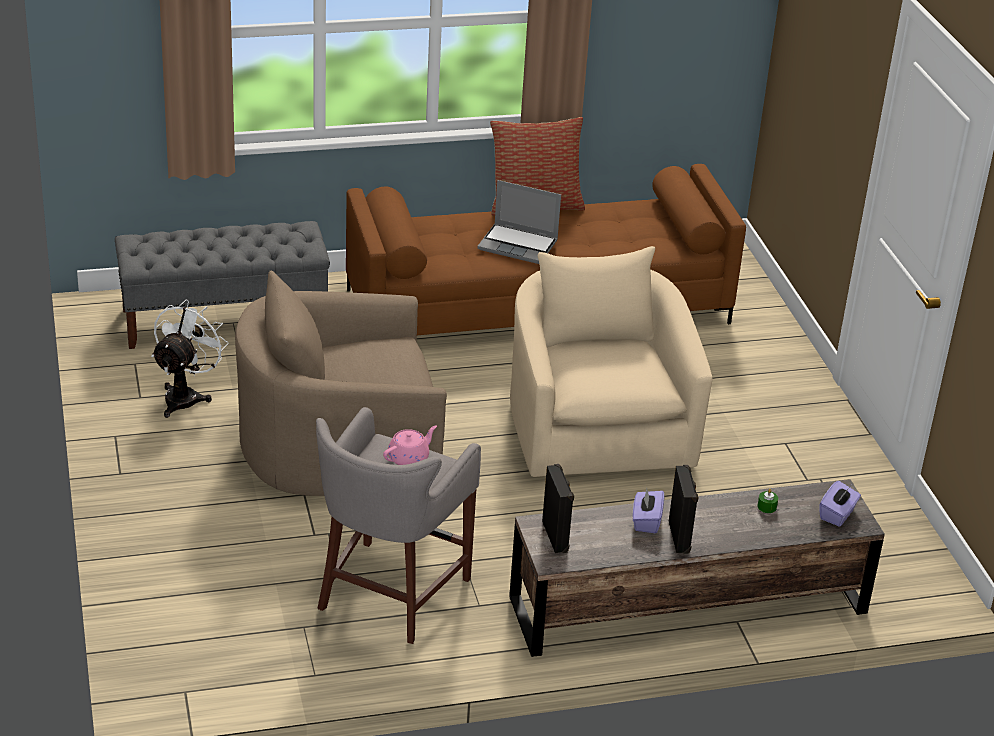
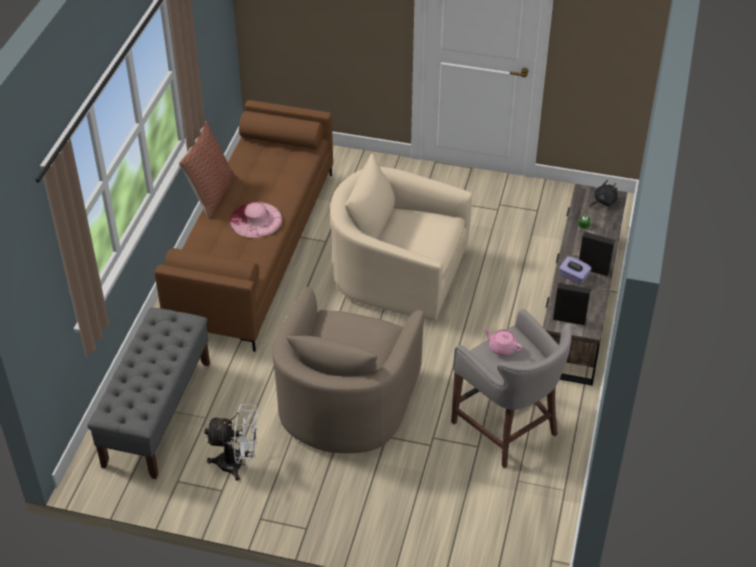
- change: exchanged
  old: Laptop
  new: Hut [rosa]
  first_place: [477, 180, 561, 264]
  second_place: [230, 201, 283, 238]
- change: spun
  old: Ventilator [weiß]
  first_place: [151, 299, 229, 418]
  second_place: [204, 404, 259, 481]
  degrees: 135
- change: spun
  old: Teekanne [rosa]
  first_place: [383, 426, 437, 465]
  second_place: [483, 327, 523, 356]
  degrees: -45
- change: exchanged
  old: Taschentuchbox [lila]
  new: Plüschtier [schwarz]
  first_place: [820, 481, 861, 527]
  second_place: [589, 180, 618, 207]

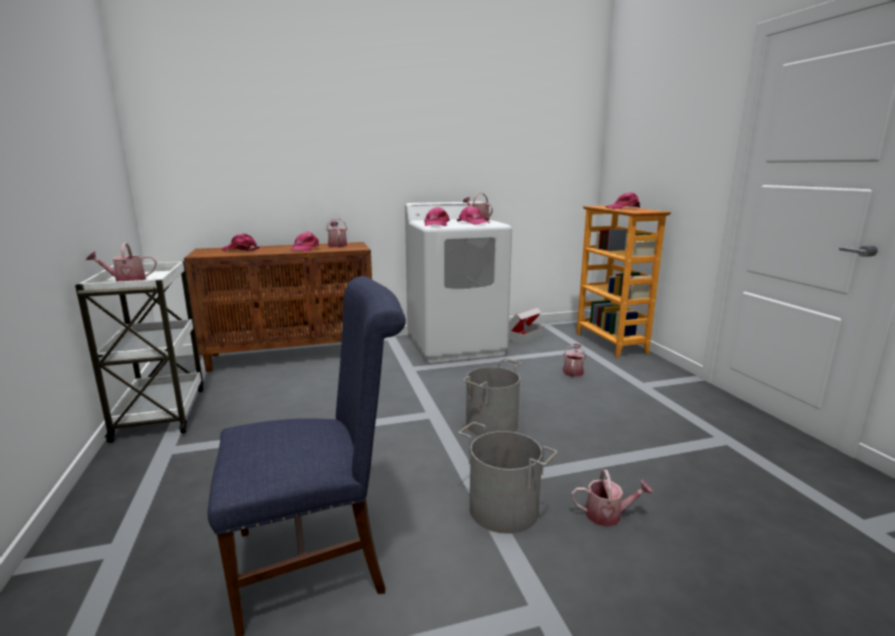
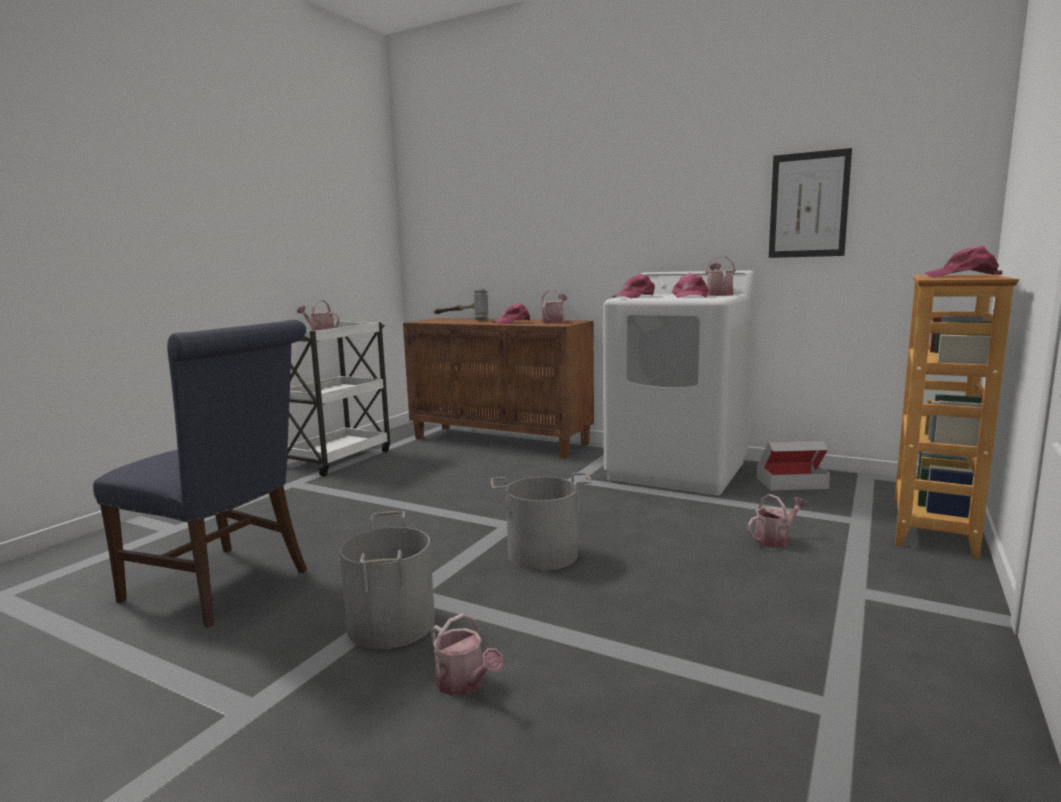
- change: exchanged
  old: Kappe [rosa]
  new: Hammer
  first_place: [221, 233, 259, 251]
  second_place: [433, 289, 488, 320]
- change: appeared
  new: Bild
  second_place: [769, 148, 852, 258]

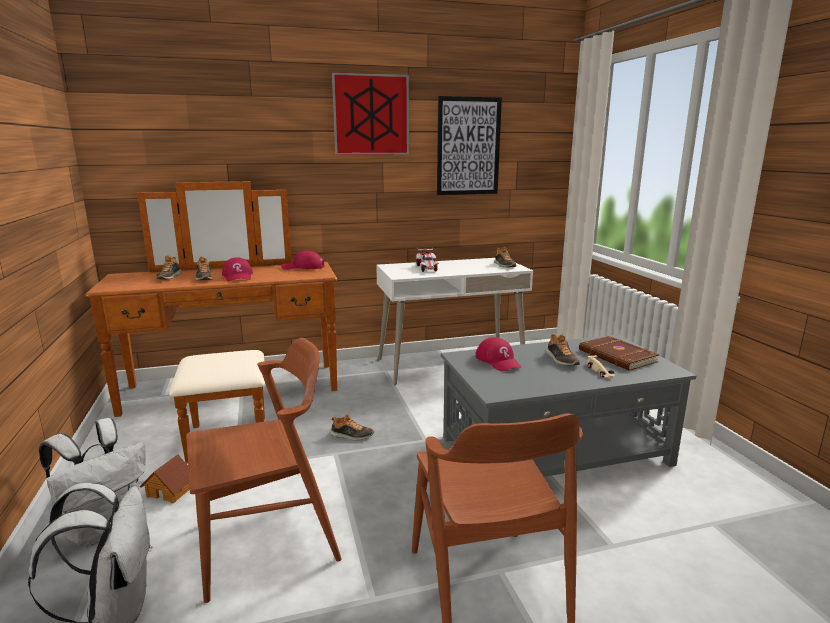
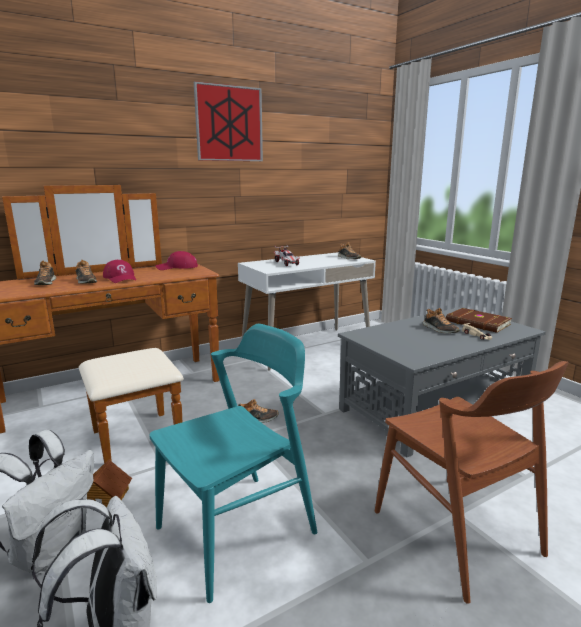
- change: missing
  old: Bild
  first_place: [437, 96, 502, 195]
- change: missing
  old: Kappe [rot]
  first_place: [476, 337, 521, 371]
- change: colour
  old: Stuhl [braun]
  new: Stuhl [türkis]
  first_place: [186, 338, 341, 603]
  second_place: [150, 324, 317, 603]

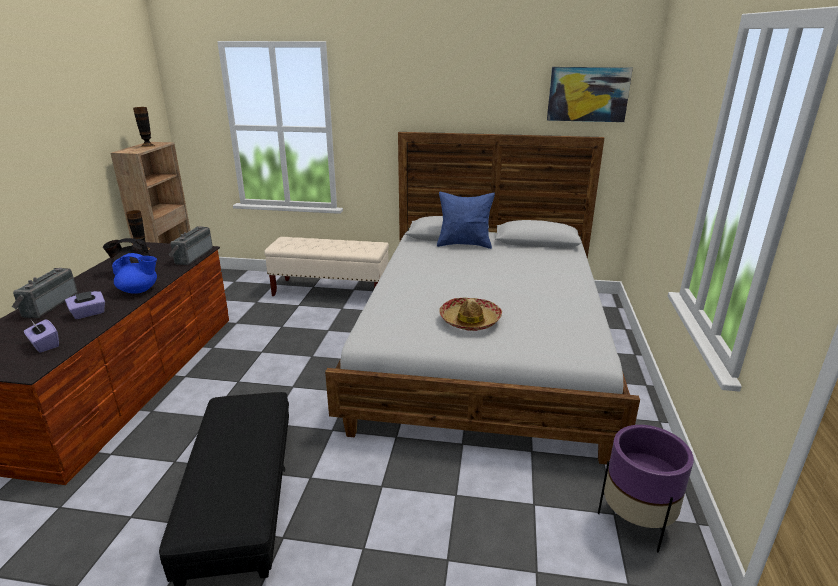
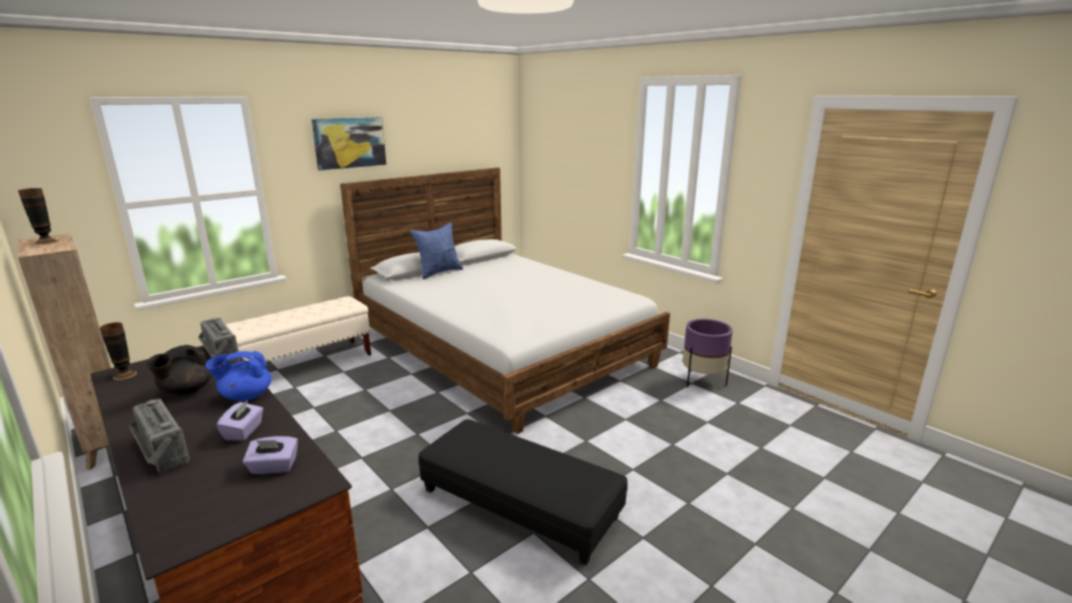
- change: relocated
  old: Bild
  first_place: [547, 67, 633, 122]
  second_place: [311, 117, 386, 171]
- change: spun
  old: Teekanne [blau]
  first_place: [112, 253, 157, 293]
  second_place: [205, 351, 272, 401]
  degrees: -150
- change: missing
  old: Hut
  first_place: [439, 297, 502, 331]

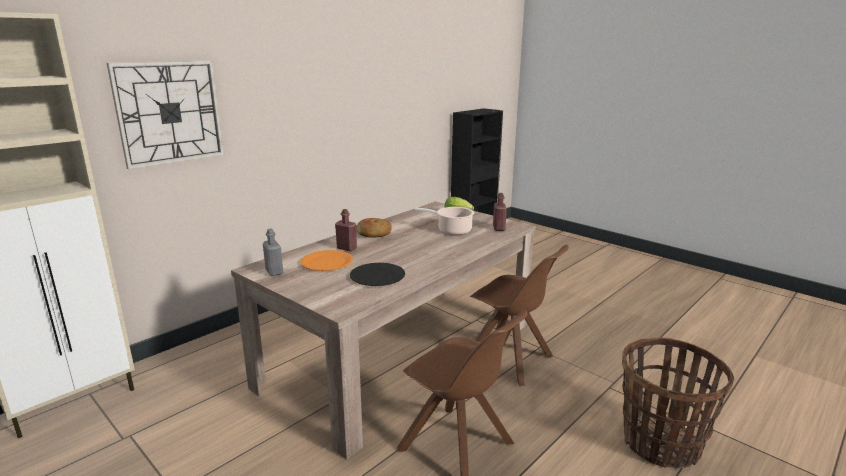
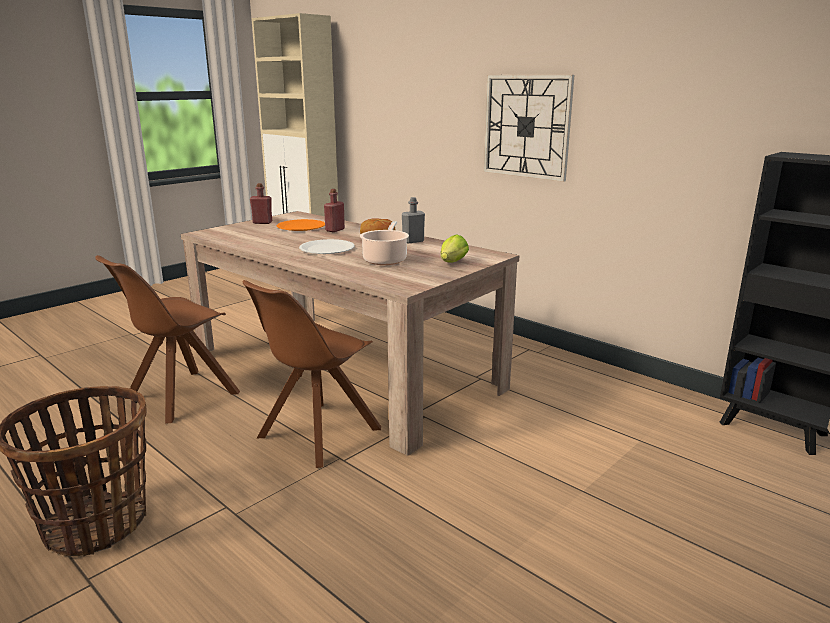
- change: relocated
  old: Wanduhr
  first_place: [107, 61, 224, 169]
  second_place: [484, 75, 574, 182]
- change: relocated
  old: Flasche [rot]
  first_place: [493, 193, 507, 231]
  second_place: [250, 183, 272, 224]
- change: relocated
  old: Flasche [grau]
  first_place: [263, 228, 283, 276]
  second_place: [402, 197, 425, 244]
- change: missing
  old: Teller [schwarz]
  first_place: [350, 263, 405, 286]
- change: appeared
  new: Teller [weiß]
  second_place: [299, 239, 355, 254]

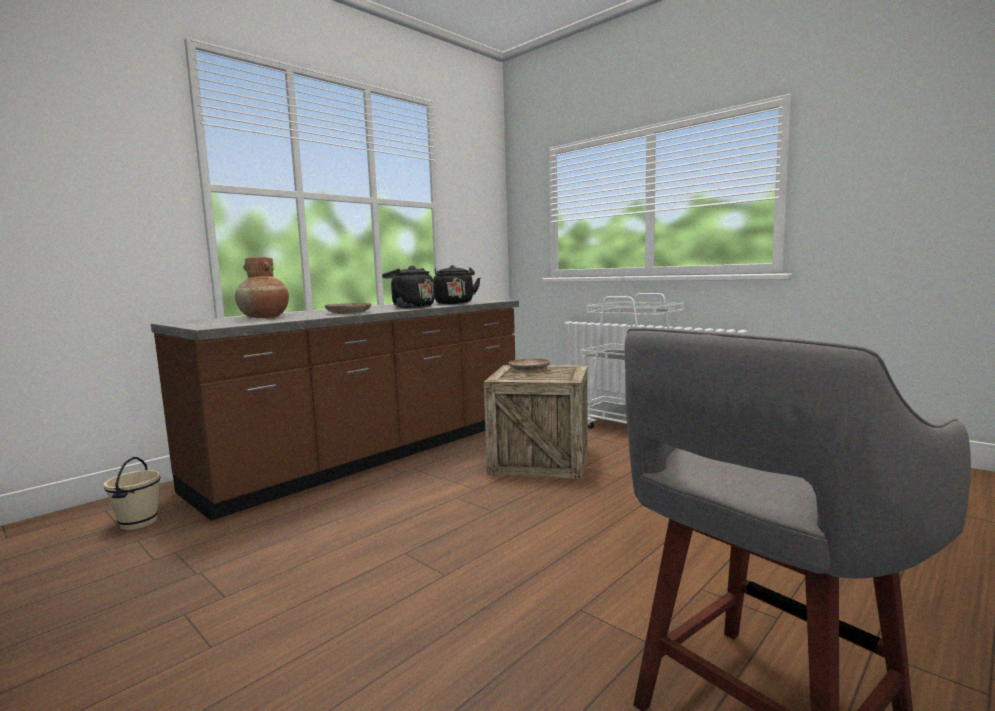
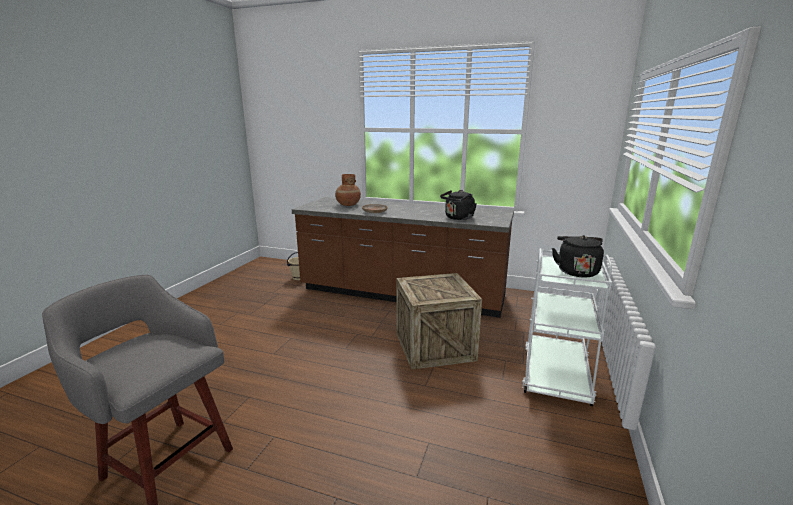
- change: relocated
  old: Wasserkessel [schwarz]
  first_place: [382, 266, 434, 308]
  second_place: [552, 235, 604, 277]
- change: missing
  old: Teller [beige]
  first_place: [509, 358, 550, 371]

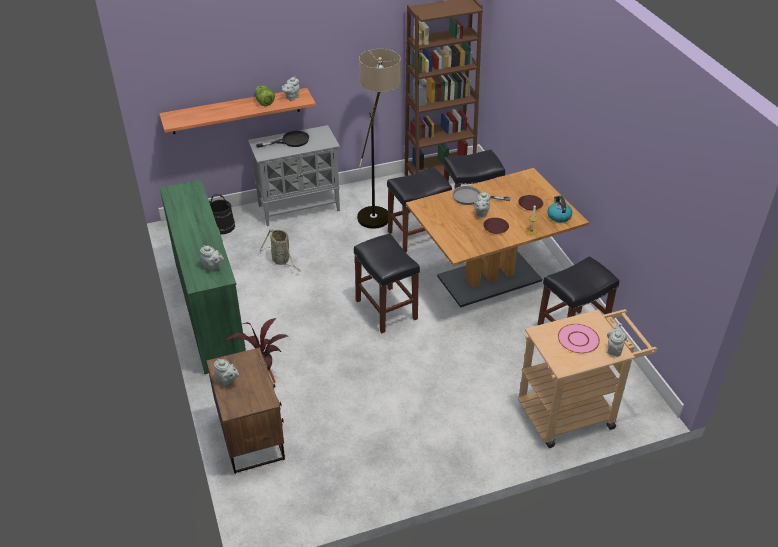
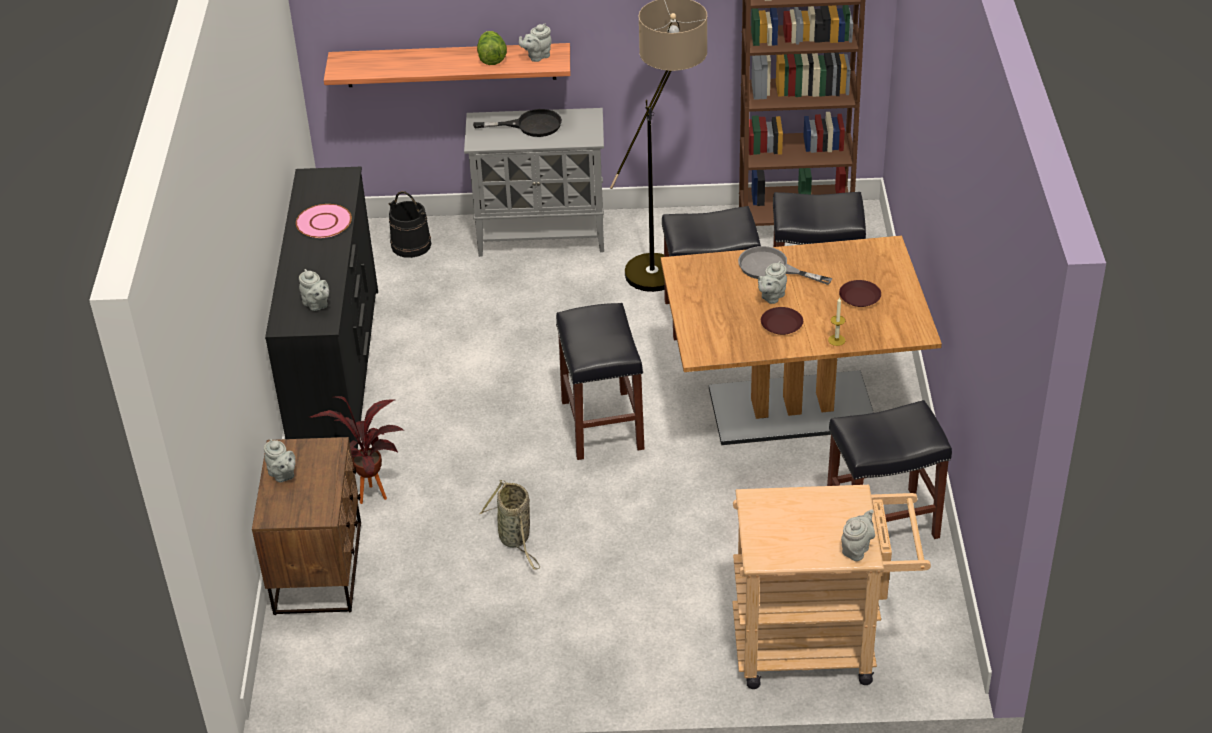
- change: colour
  old: Kommode [grün]
  new: Kommode [schwarz]
  first_place: [160, 179, 246, 374]
  second_place: [265, 167, 378, 449]
- change: missing
  old: Wasserkessel
  first_place: [548, 196, 572, 222]
- change: relocated
  old: Korb
  first_place: [259, 229, 300, 271]
  second_place: [479, 480, 540, 570]
- change: relocated
  old: Teller [rosa]
  first_place: [558, 324, 600, 353]
  second_place: [296, 204, 352, 238]

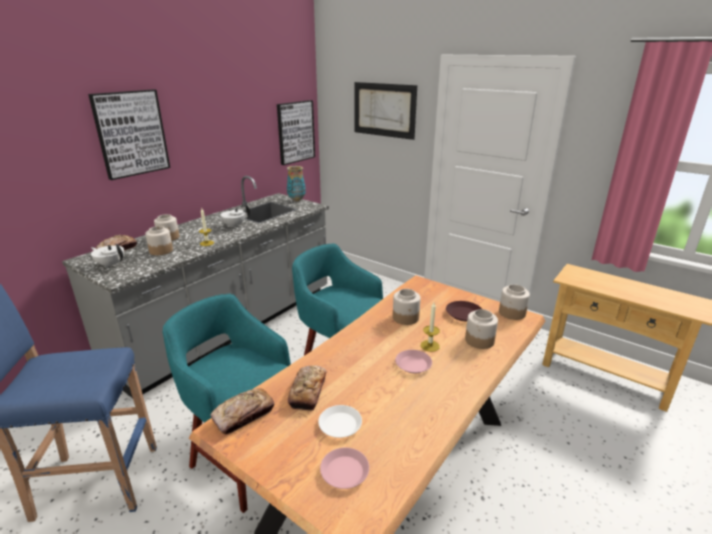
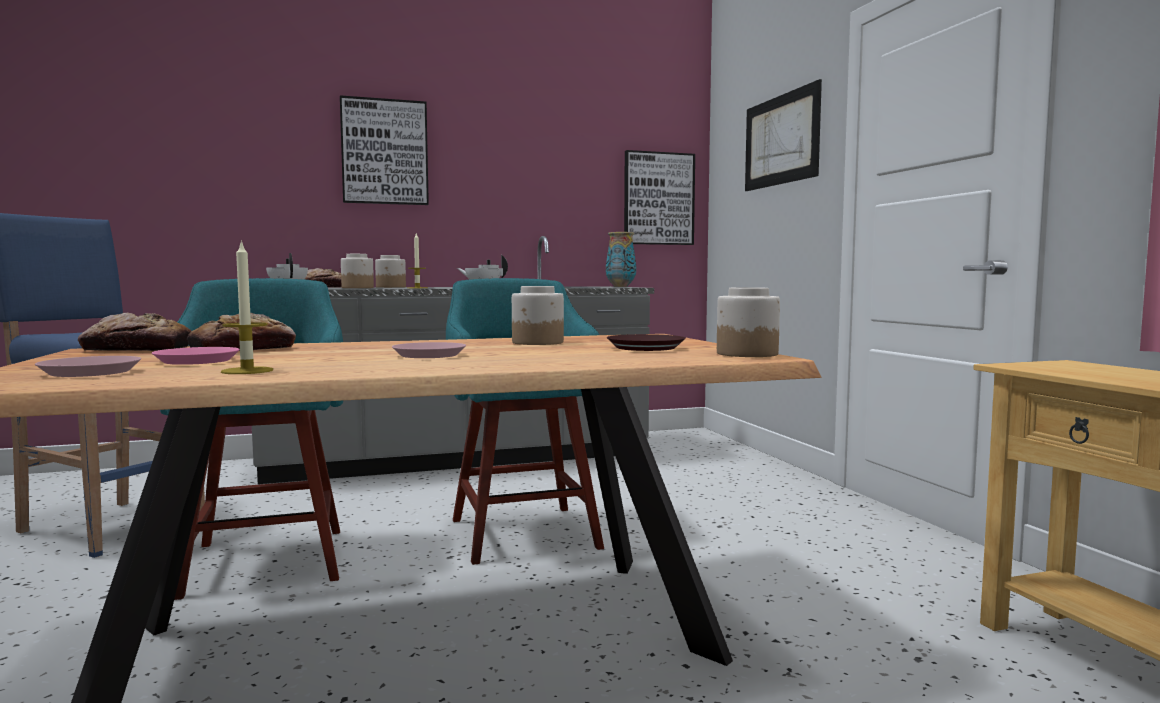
- change: relocated
  old: Kerze
  first_place: [421, 302, 440, 352]
  second_place: [221, 240, 273, 374]
- change: missing
  old: Vorratsglas
  first_place: [465, 309, 498, 349]
- change: colour
  old: Teller [weiß]
  new: Teller [rosa]
  first_place: [318, 405, 362, 438]
  second_place: [152, 347, 240, 365]

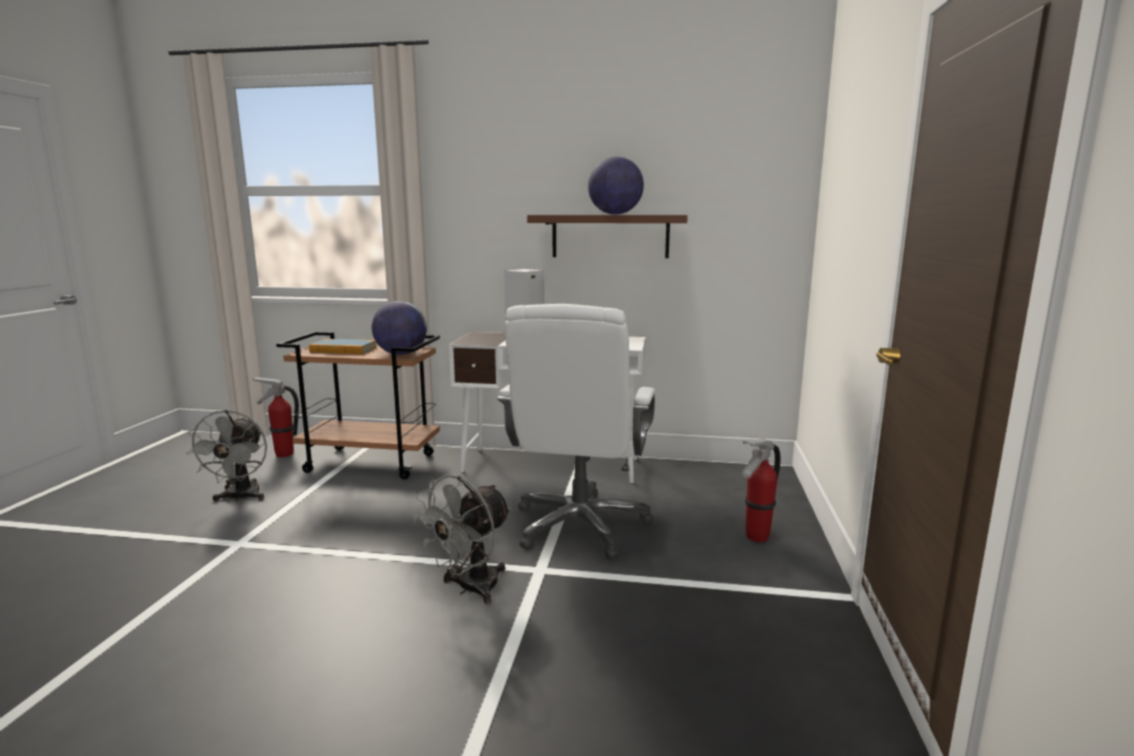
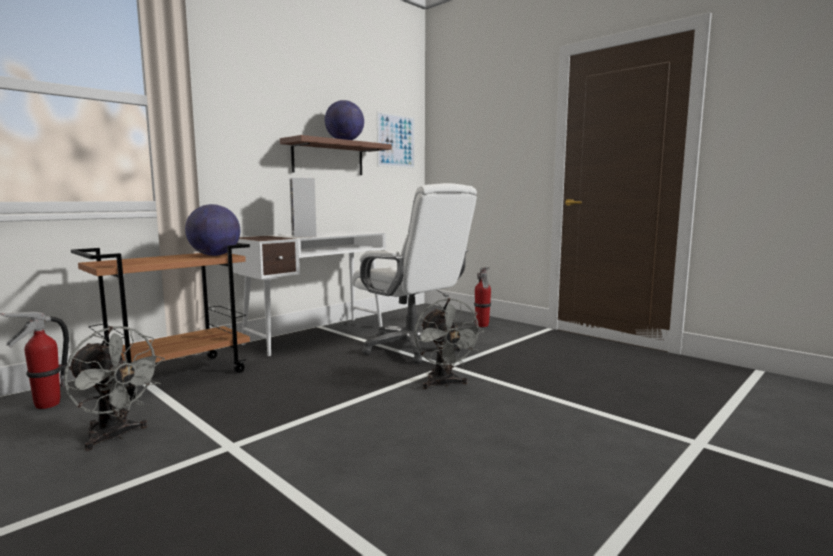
- change: missing
  old: Buch
  first_place: [309, 339, 377, 354]
- change: appeared
  new: Bild
  second_place: [377, 111, 415, 168]

